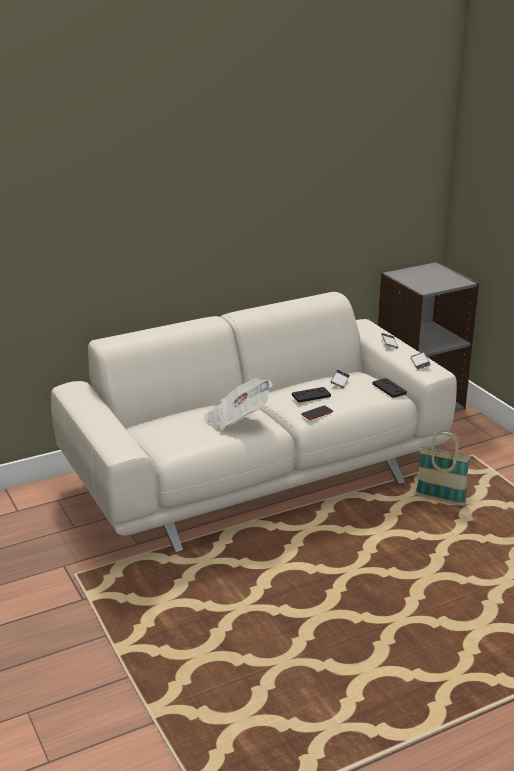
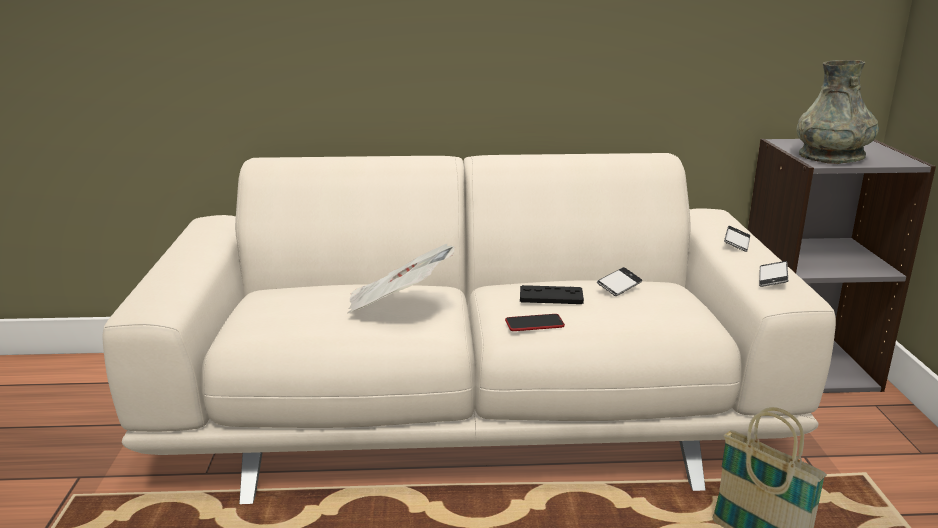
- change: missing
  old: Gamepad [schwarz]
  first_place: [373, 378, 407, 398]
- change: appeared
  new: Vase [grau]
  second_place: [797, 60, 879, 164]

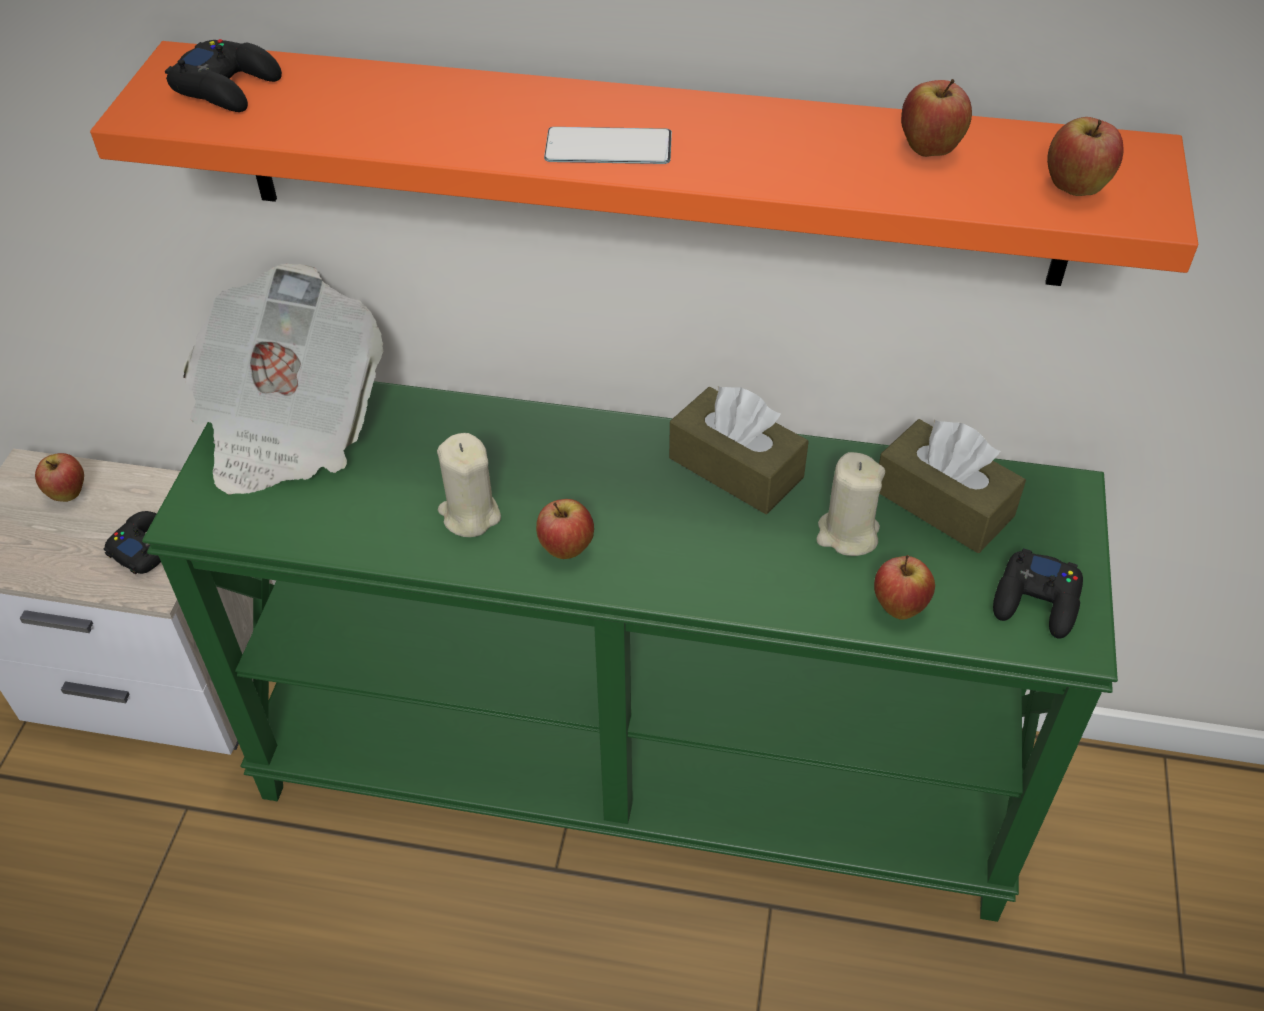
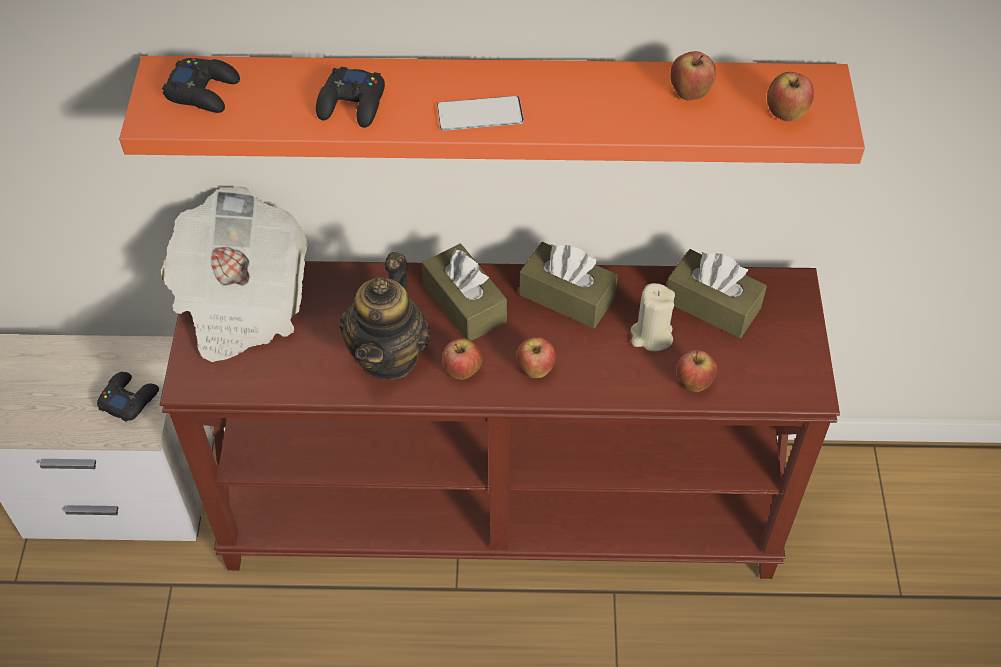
- change: colour
  old: Konsolentisch [grün]
  new: Konsolentisch [braun]
  first_place: [142, 381, 1118, 922]
  second_place: [160, 261, 840, 579]
- change: exchanged
  old: Kerze [beige]
  new: Teekanne
  first_place: [437, 433, 501, 537]
  second_place: [340, 252, 430, 380]
- change: relocated
  old: Apfel
  first_place: [35, 453, 84, 502]
  second_place: [516, 337, 556, 378]
- change: relocated
  old: Gamepad [schwarz]
  first_place: [993, 548, 1083, 639]
  second_place: [316, 67, 385, 128]
- change: appeared
  new: Taschentuchbox [braun]
  second_place: [422, 244, 507, 341]

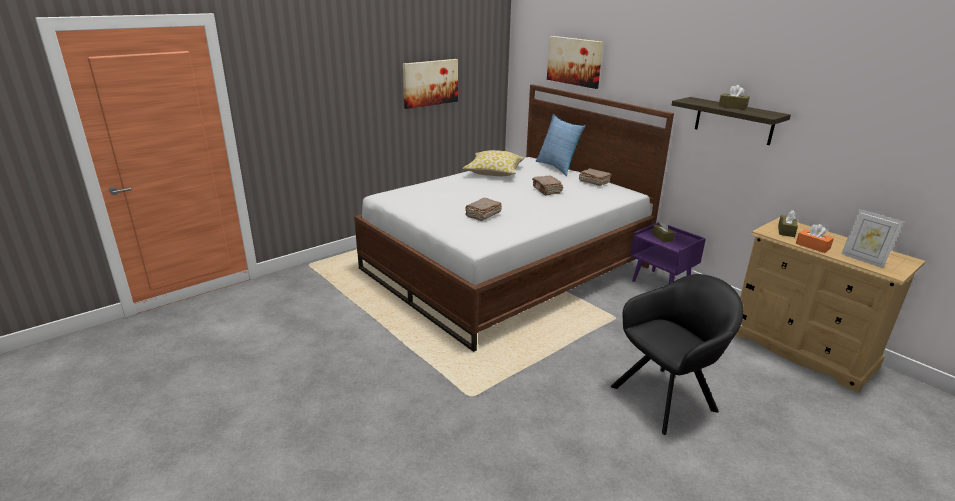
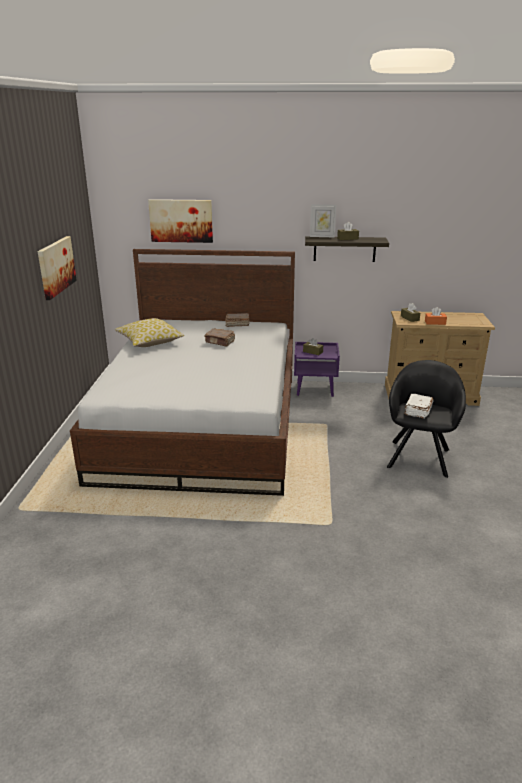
- change: missing
  old: Kissen
  first_place: [536, 114, 586, 176]
- change: missing
  old: Buch [braun]
  first_place: [465, 198, 502, 221]
- change: relocated
  old: Bilderrahmen
  first_place: [841, 209, 903, 268]
  second_place: [310, 204, 336, 238]
- change: appeared
  new: Buch [weiß]
  second_place: [404, 394, 433, 419]

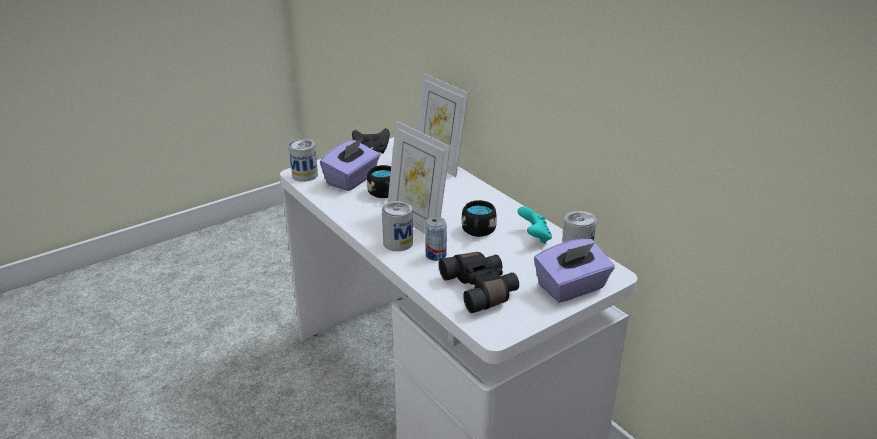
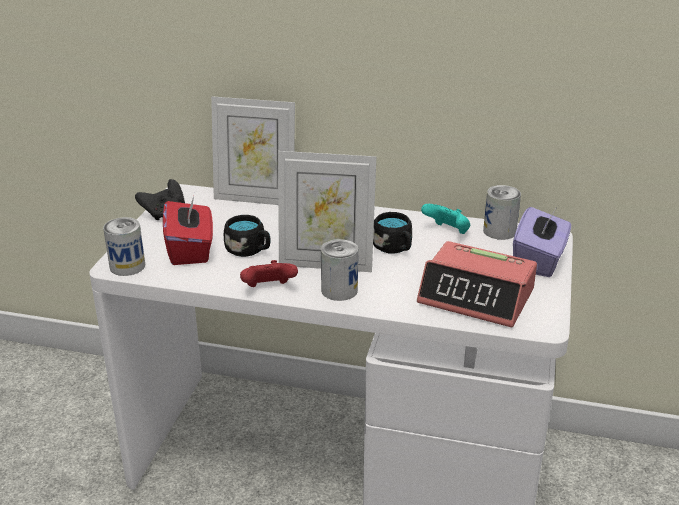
- change: colour
  old: Taschentuchbox [lila]
  new: Taschentuchbox [rot]
  first_place: [320, 139, 380, 191]
  second_place: [163, 196, 213, 265]
- change: missing
  old: Dose
  first_place: [425, 217, 447, 261]
- change: exchanged
  old: Fernglas [schwarz]
  new: Wecker
  first_place: [439, 252, 519, 313]
  second_place: [417, 241, 537, 328]
- change: appeared
  new: Gamepad [rot]
  second_place: [240, 260, 298, 287]

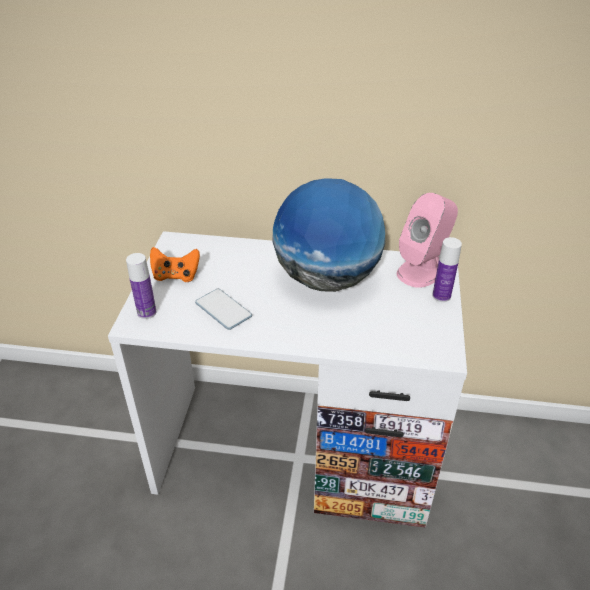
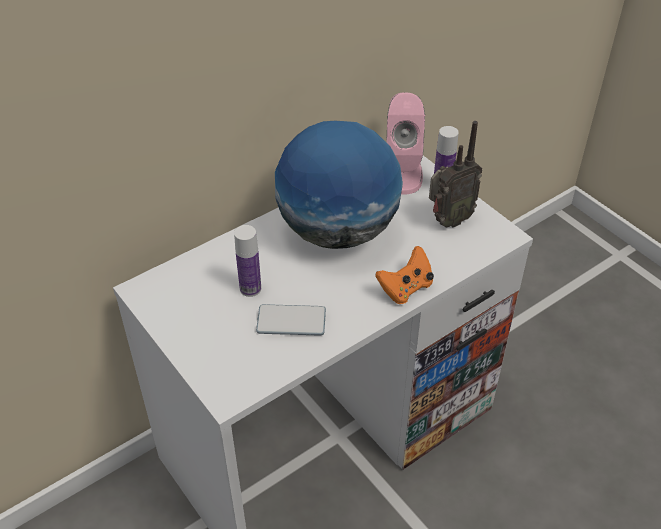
- change: relocated
  old: Gamepad [orange]
  first_place: [150, 247, 200, 282]
  second_place: [375, 246, 434, 304]
- change: relocated
  old: Flasche
  first_place: [126, 253, 156, 319]
  second_place: [234, 225, 261, 297]
- change: appeared
  new: Radio
  second_place: [429, 121, 482, 228]

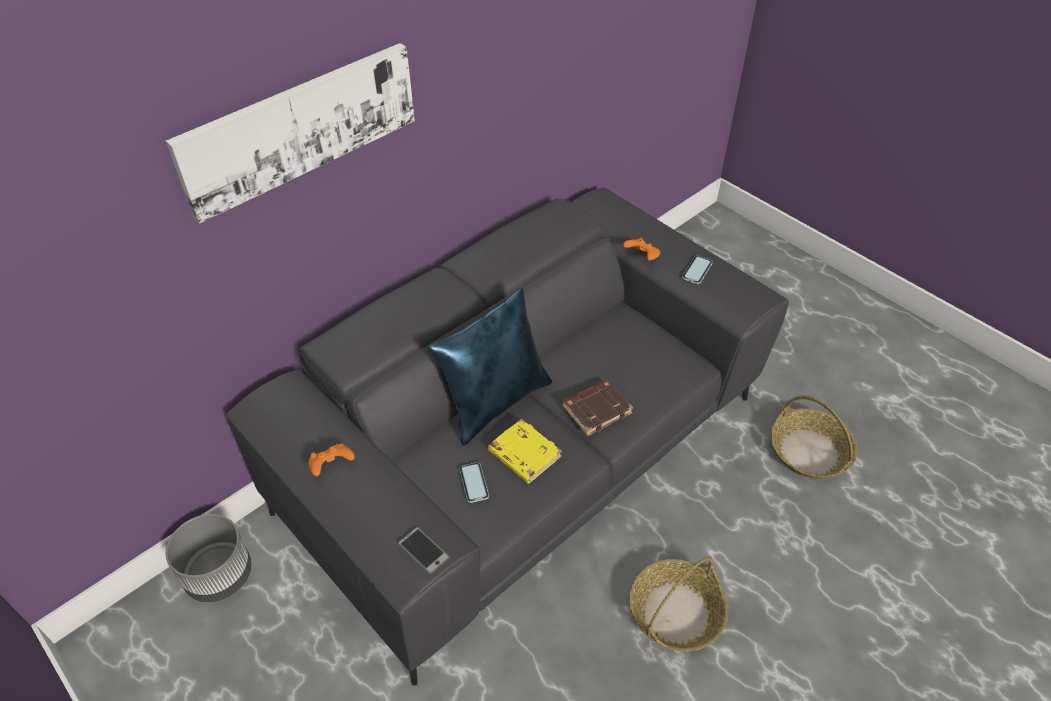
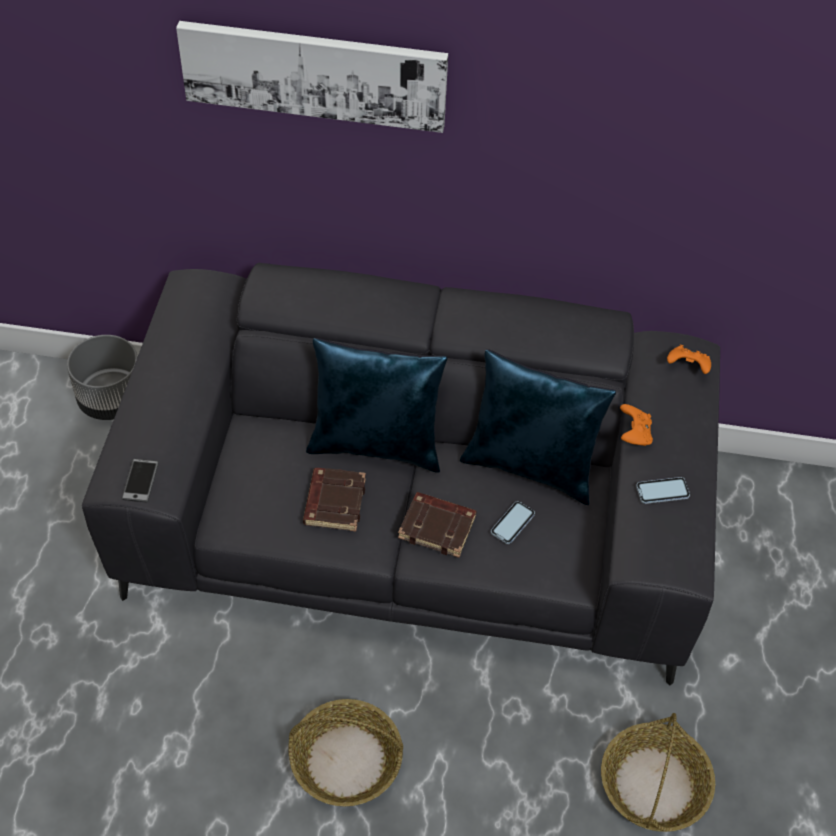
- change: colour
  old: Buch [gelb]
  new: Buch [braun]
  first_place: [488, 419, 562, 484]
  second_place: [303, 468, 366, 531]
- change: relocated
  old: Gamepad [orange]
  first_place: [309, 444, 355, 476]
  second_place: [667, 345, 711, 374]
- change: relocated
  old: Handy
  first_place: [459, 462, 489, 503]
  second_place: [491, 501, 535, 544]
- change: appeared
  new: Kissen [blau]
  second_place: [460, 349, 616, 505]

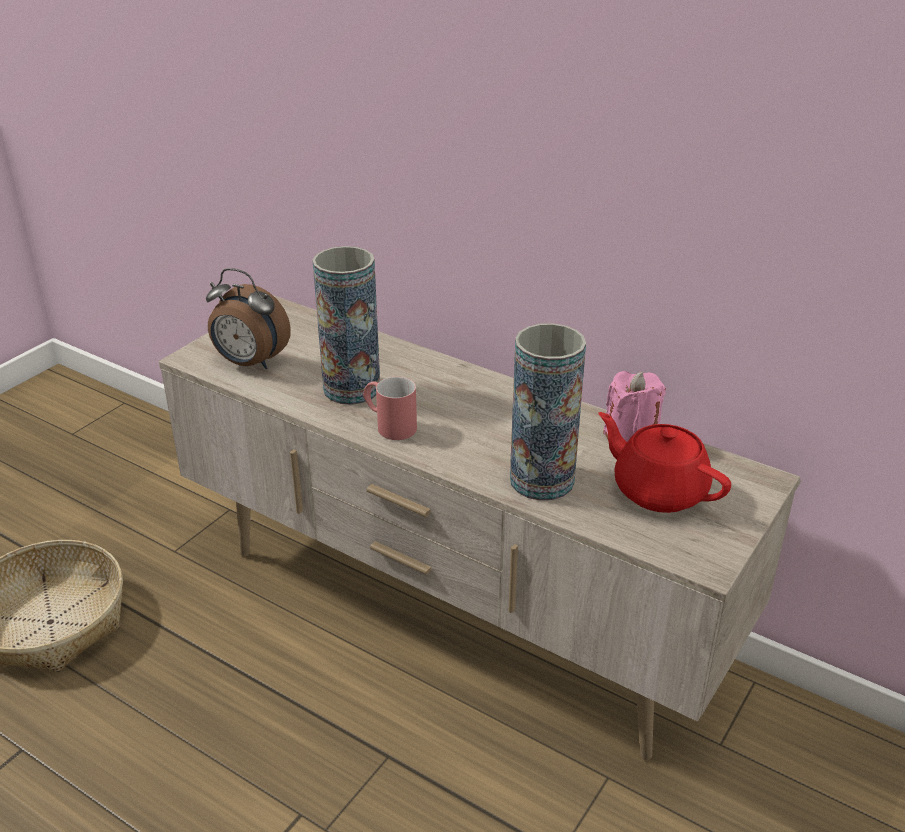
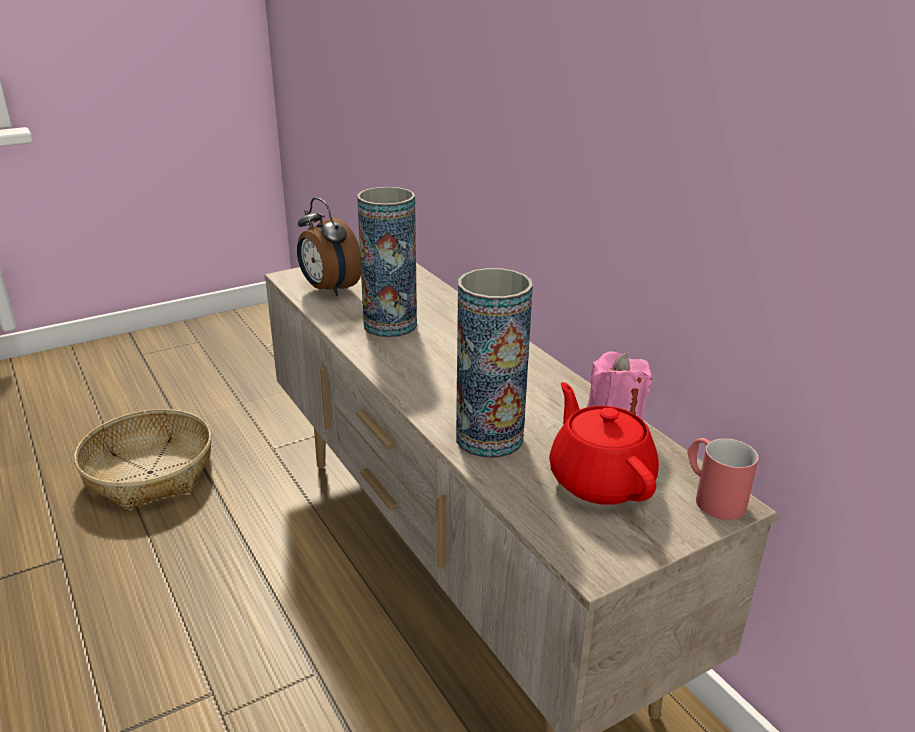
- change: relocated
  old: Henkelbecher [rot]
  first_place: [363, 377, 417, 440]
  second_place: [687, 438, 759, 520]

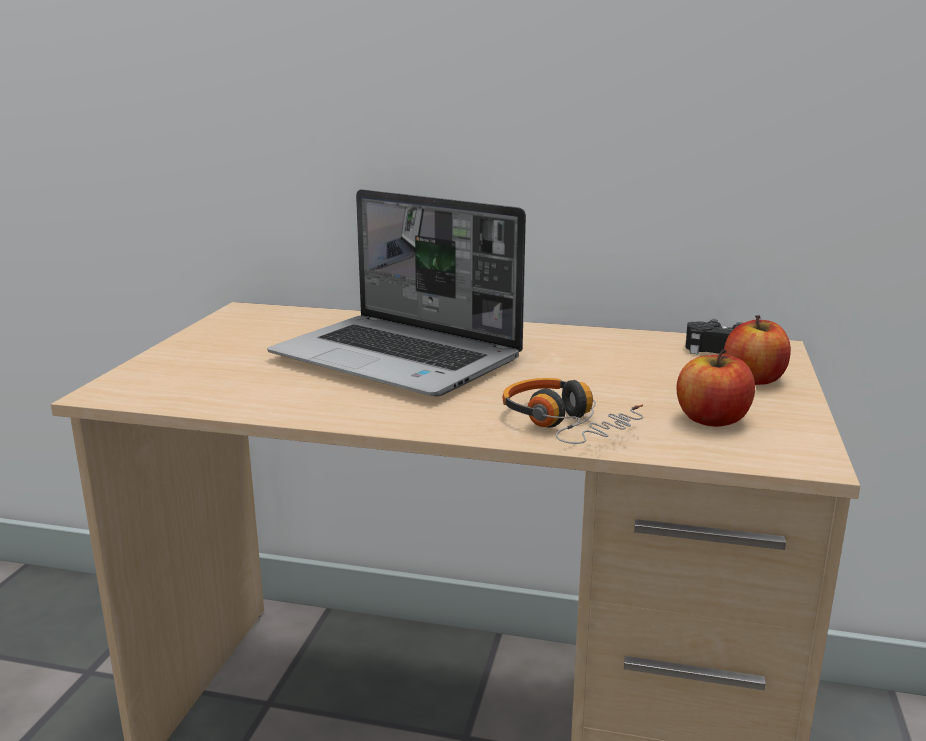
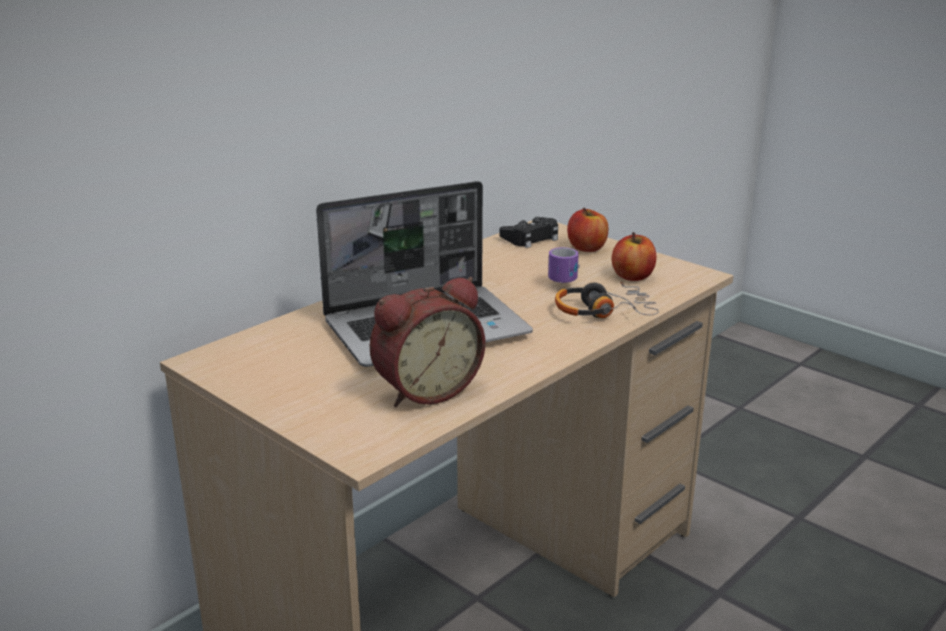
- change: appeared
  new: Henkelbecher
  second_place: [548, 247, 580, 283]
- change: appeared
  new: Wecker
  second_place: [370, 277, 485, 407]

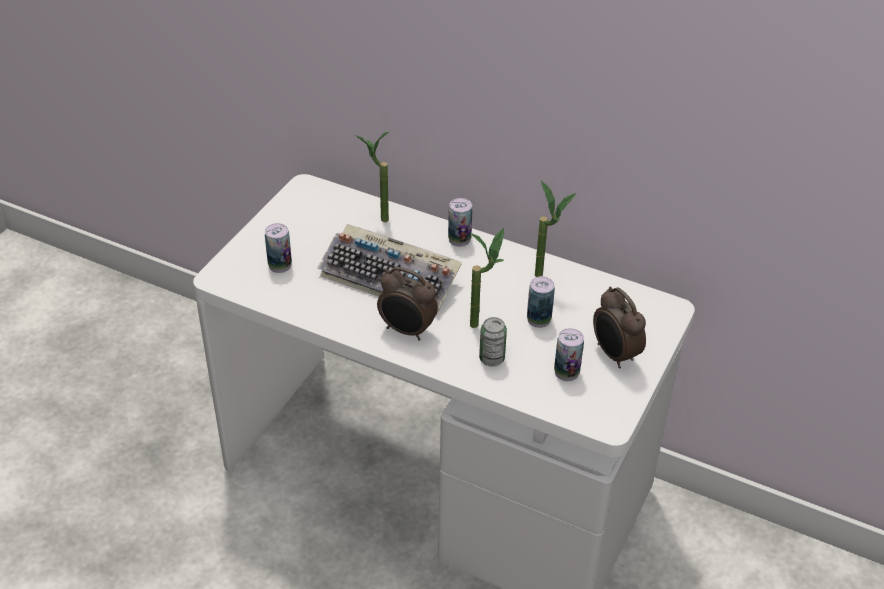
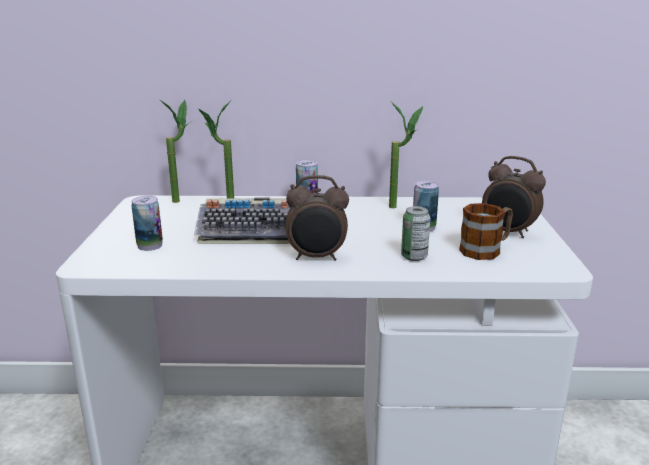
- change: relocated
  old: Topfpflanze
  first_place: [470, 228, 504, 328]
  second_place: [159, 99, 191, 203]
- change: exchanged
  old: Dose
  new: Henkelbecher
  first_place: [554, 328, 584, 381]
  second_place: [459, 203, 513, 260]

